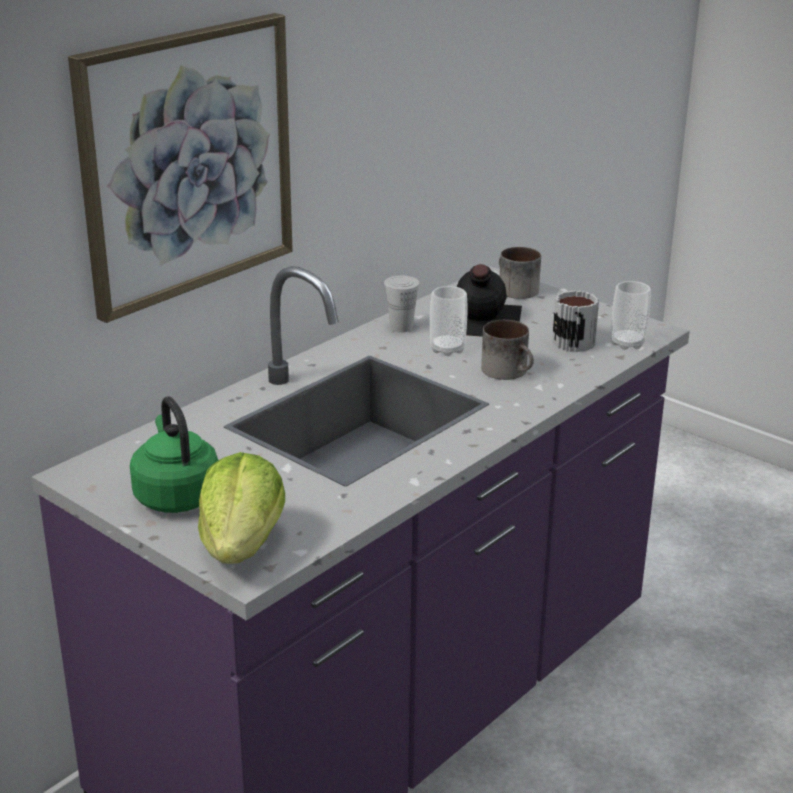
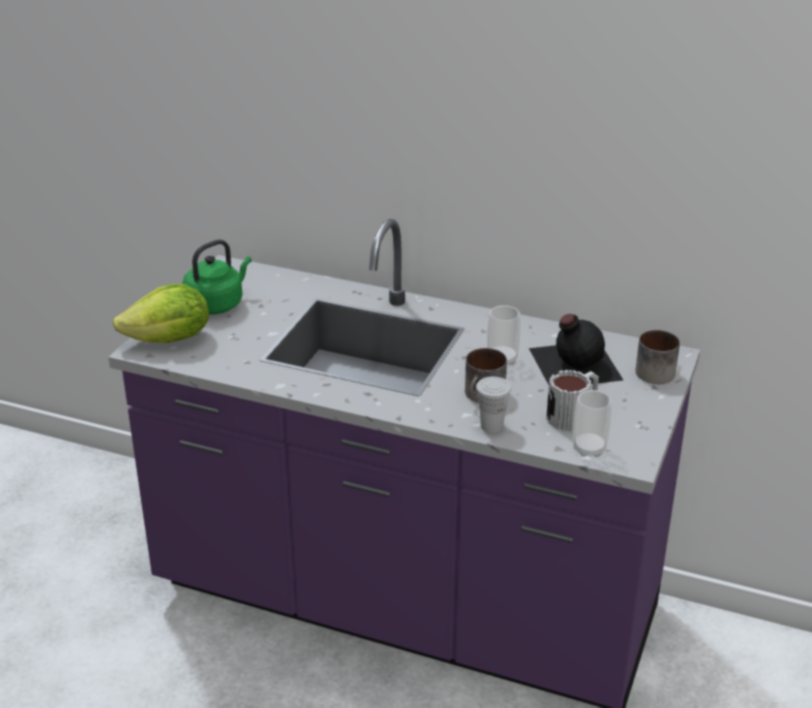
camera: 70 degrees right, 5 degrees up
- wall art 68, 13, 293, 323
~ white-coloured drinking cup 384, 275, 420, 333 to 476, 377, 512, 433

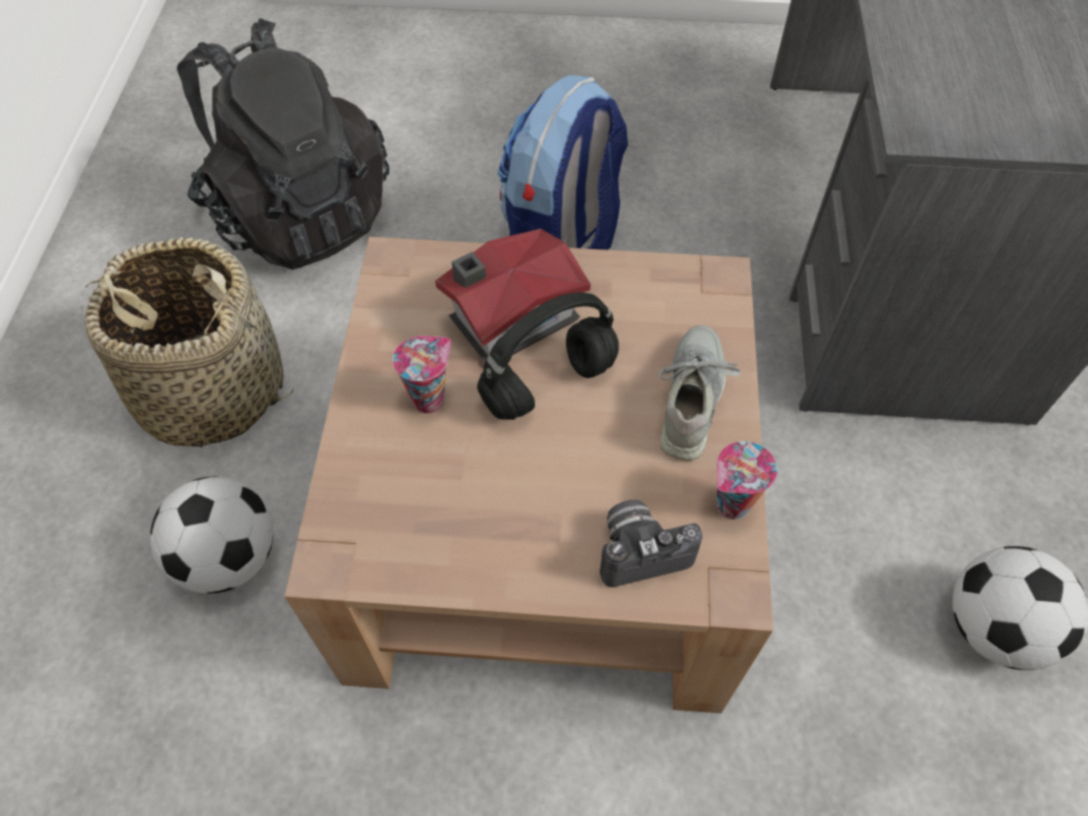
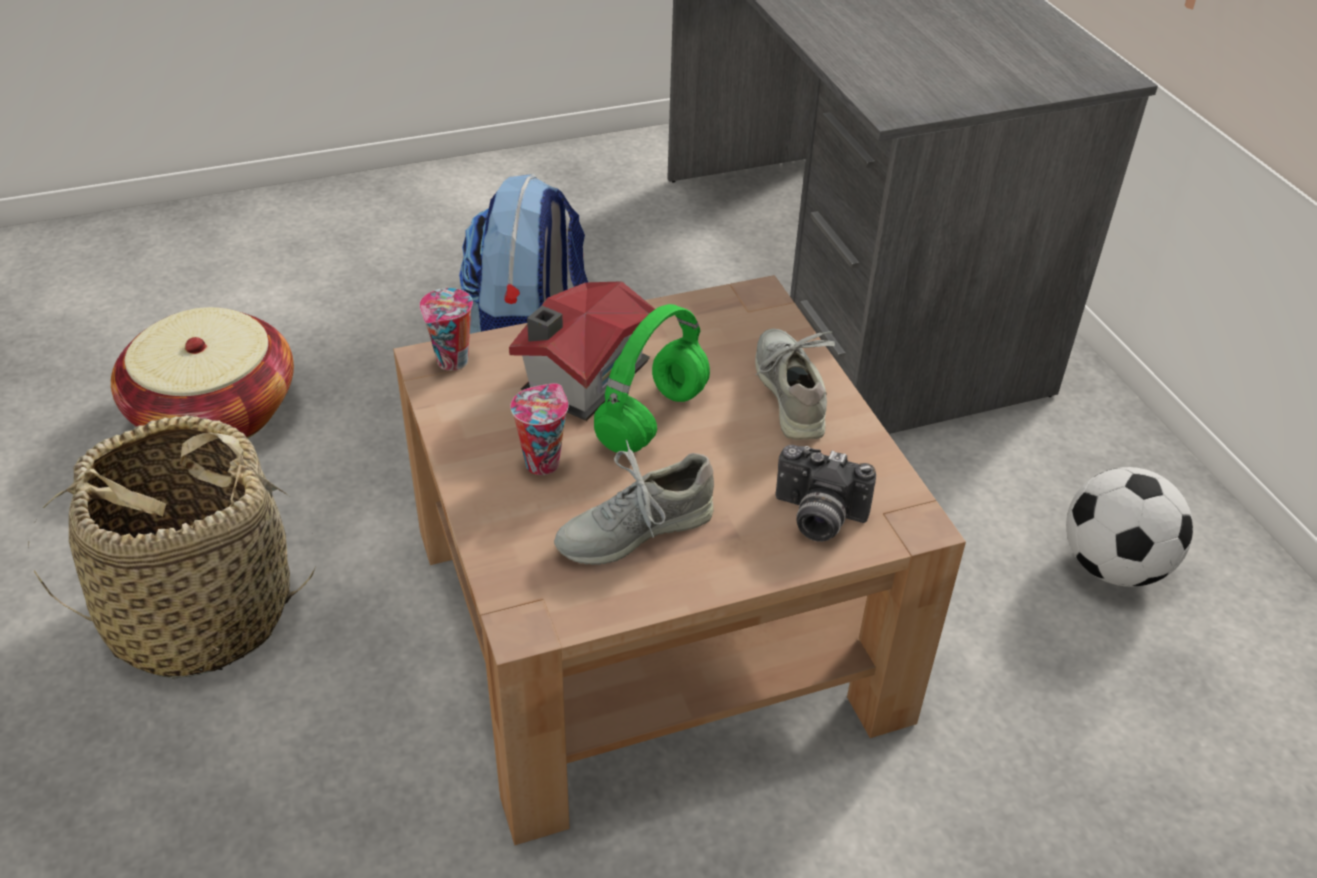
camera: 25 degrees left, 15 degrees down
- ball for football 150, 476, 273, 594
+ gray shoe 554, 440, 714, 565
~ drinking cup 716, 441, 777, 520 to 420, 288, 473, 371
~ black-coloured knapsack 177, 18, 389, 270 to household basket 111, 307, 294, 438
~ black-coloured headphones 477, 292, 619, 420 to green headphones 594, 304, 710, 454
~ photo camera 600, 500, 703, 587 = 776, 445, 876, 542 120 degrees counterclockwise

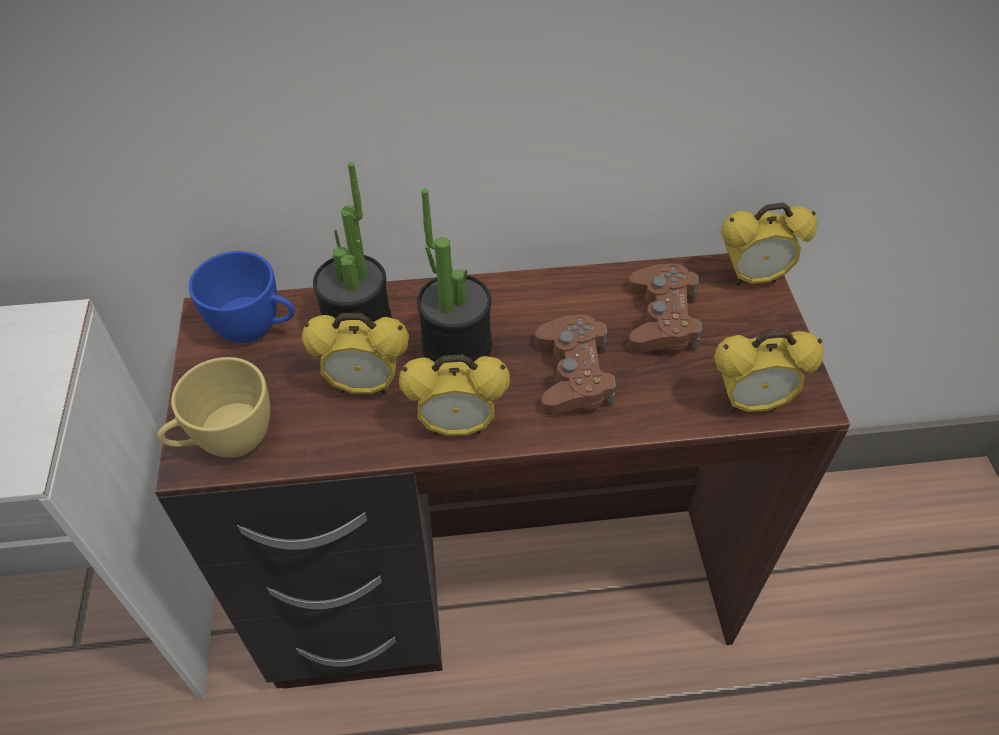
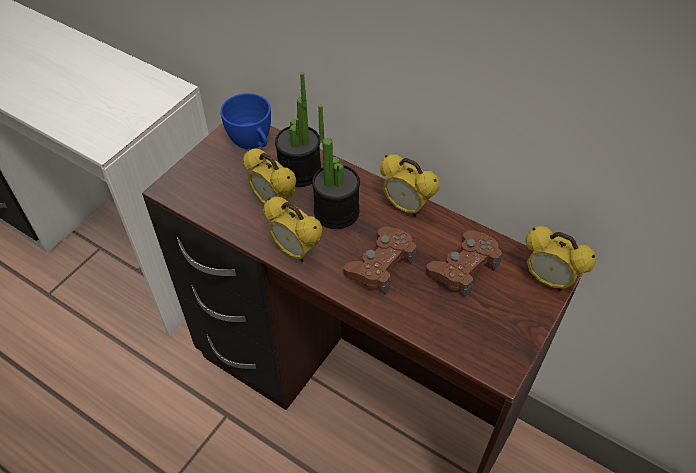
camera: 40 degrees right, 0 degrees up
- yellow drinking cup 157, 357, 270, 458
~ table clock 714, 330, 824, 412 to 380, 154, 440, 217

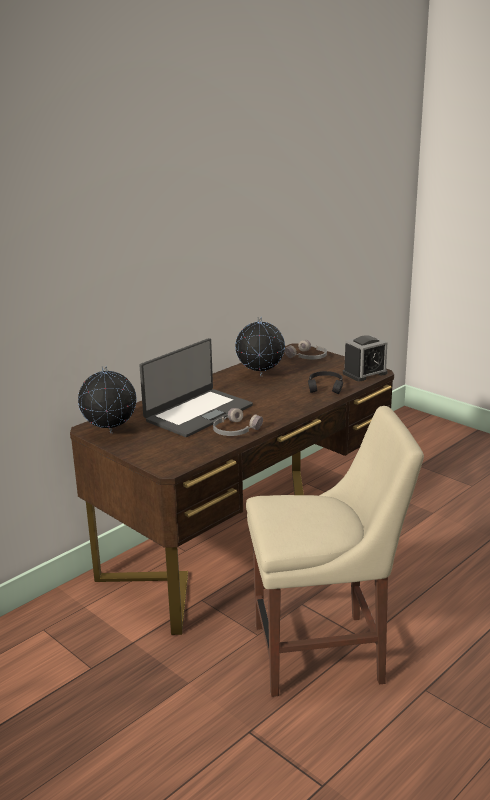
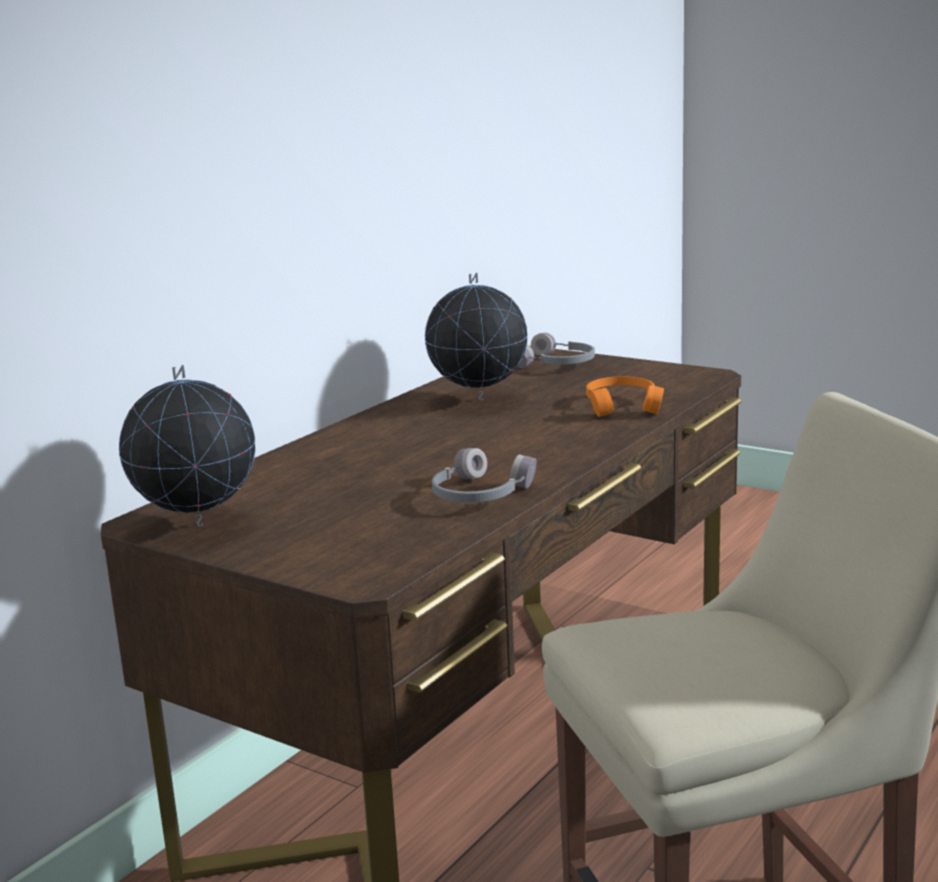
camera: 10 degrees left, 5 degrees down
- laptop 140, 338, 253, 437
- table clock 343, 335, 388, 381
~ black-coloured headphones 308, 371, 343, 394 to orangey headphones 586, 376, 664, 417

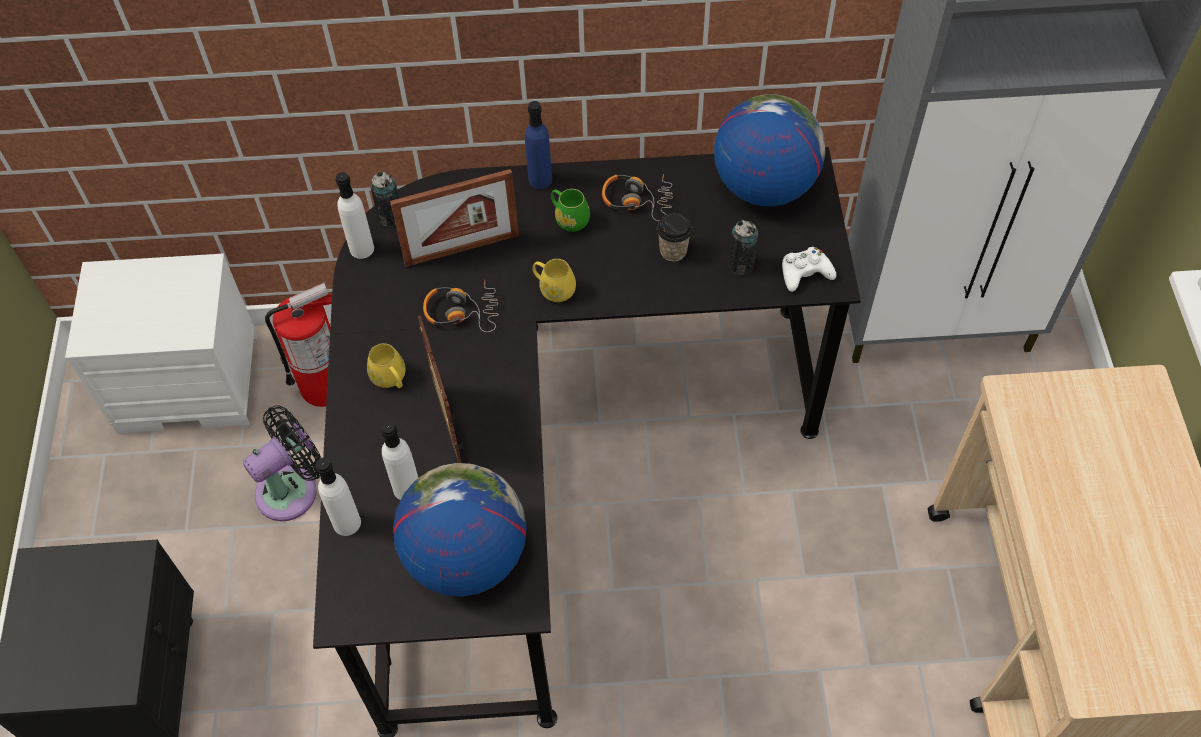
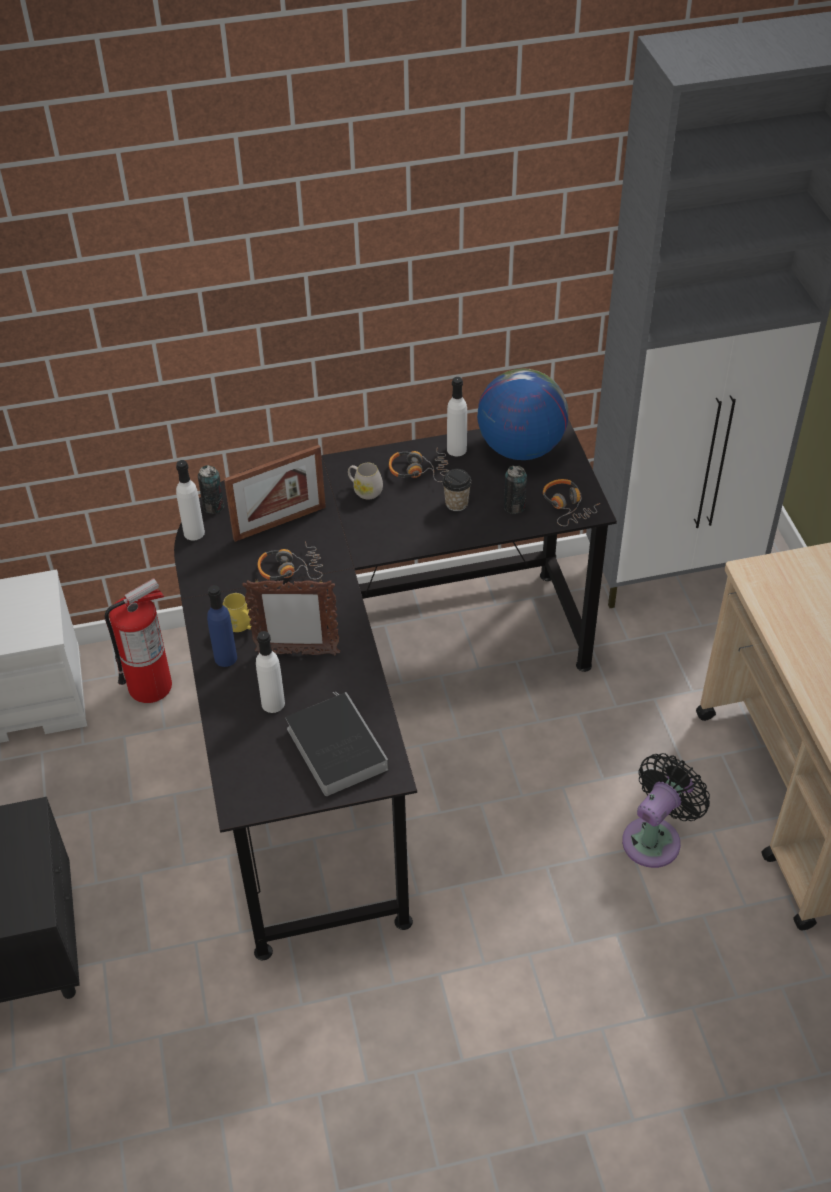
camera: 10 degrees left, 10 degrees down
- yellow mug 532, 259, 576, 302
~ black-coloured fan 243, 406, 321, 521 to 622, 753, 710, 868
~ white-coloured drink bottle 315, 458, 361, 536 to 447, 377, 467, 456
~ blue drink bottle 525, 101, 552, 189 to 207, 585, 237, 667
~ world globe 393, 463, 527, 597 to book 286, 692, 389, 796
~ white-coloured gamepad 782, 247, 836, 292 to headphones 543, 479, 601, 526
~ green mug 551, 189, 590, 232 to white-coloured mug 348, 463, 383, 499
~ standing frame 418, 316, 462, 463 = 242, 580, 340, 655 120 degrees clockwise

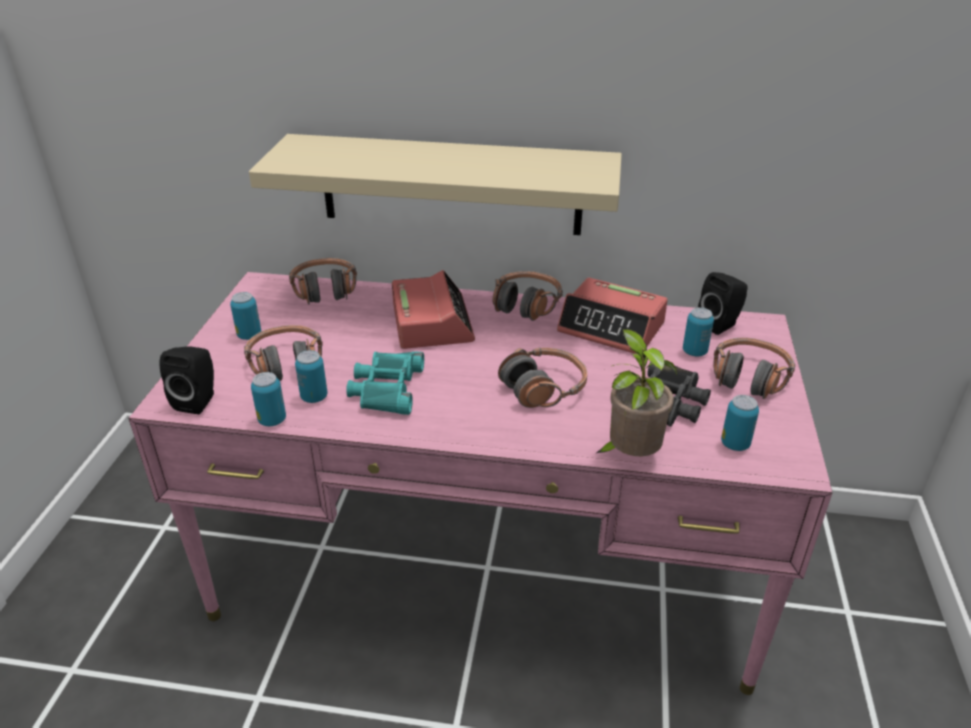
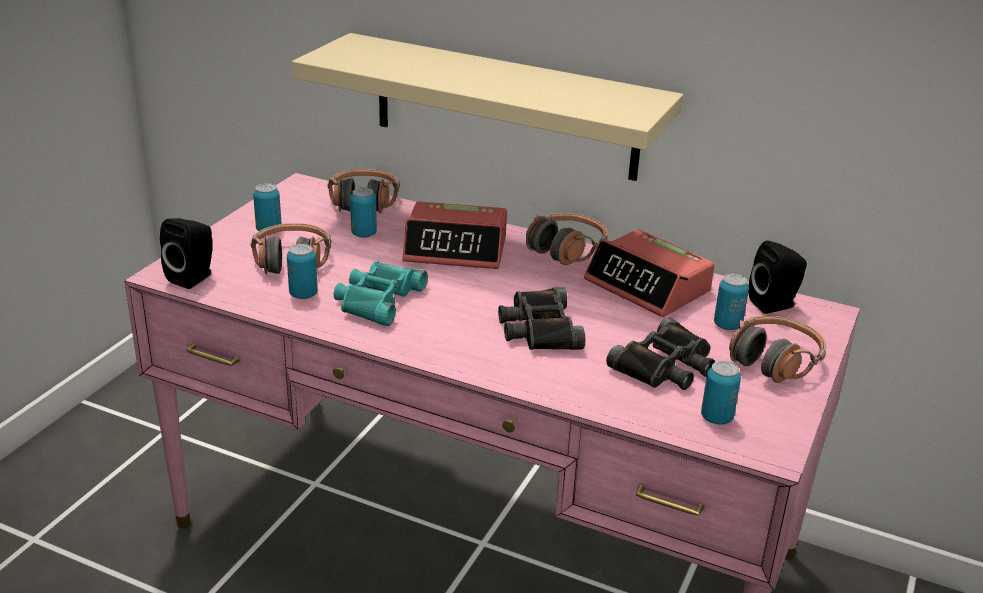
camera: 15 degrees right, 5 degrees down
- potted plant 595, 329, 677, 456
~ sealed can 251, 372, 286, 426 to 350, 187, 377, 238
~ headphones 498, 347, 587, 408 to black-coloured pair of binoculars 498, 287, 585, 350
~ table clock 392, 270, 475, 349 = 403, 201, 507, 269 90 degrees clockwise

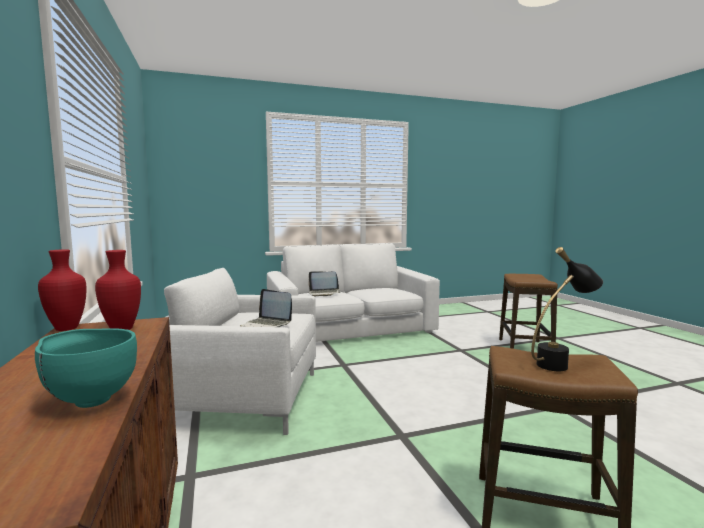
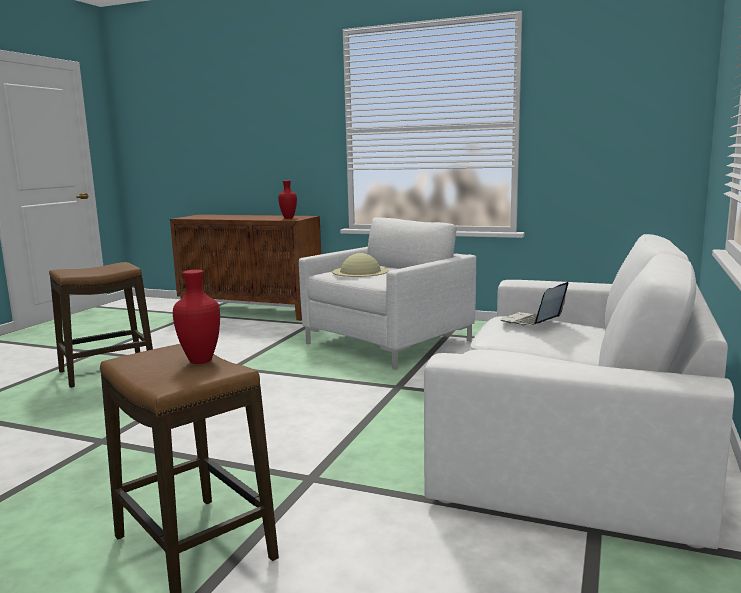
camera: 130 degrees right, 5 degrees up
- turquoise deep dish 35, 328, 137, 408
- black-coloured lamp for a table 531, 247, 603, 371
~ red decorative vase 38, 249, 86, 331 to 173, 270, 220, 364
~ laptop 240, 289, 292, 327 to sand-coloured hat 332, 253, 389, 277

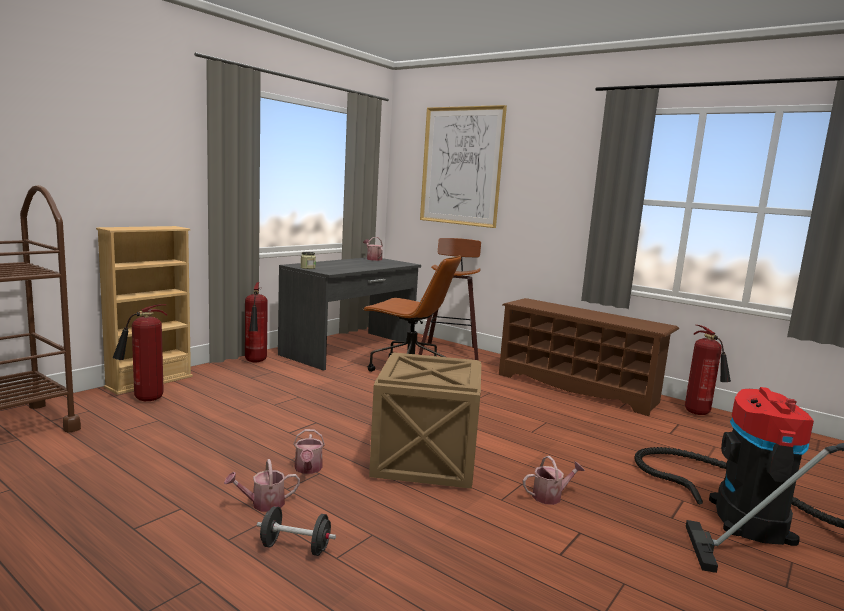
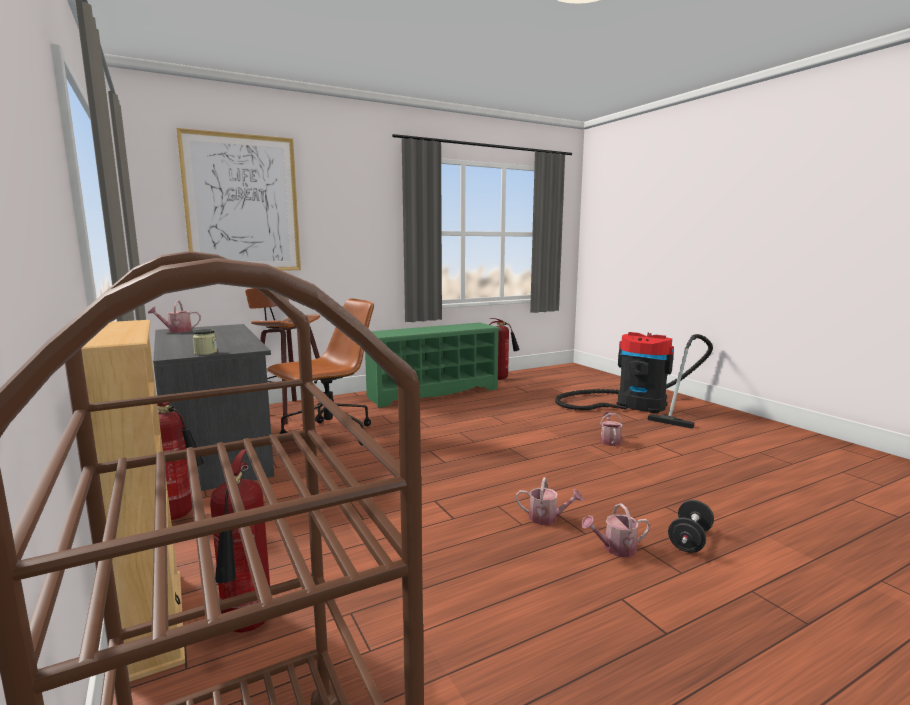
camera: 65 degrees left, 0 degrees up
- crate 369, 352, 481, 489
~ brown-coloured shoe stand 499, 298, 679, 416 to green shoe stand 365, 322, 501, 408
~ sprinkling can 224, 459, 300, 512 = 581, 503, 650, 557 75 degrees clockwise

